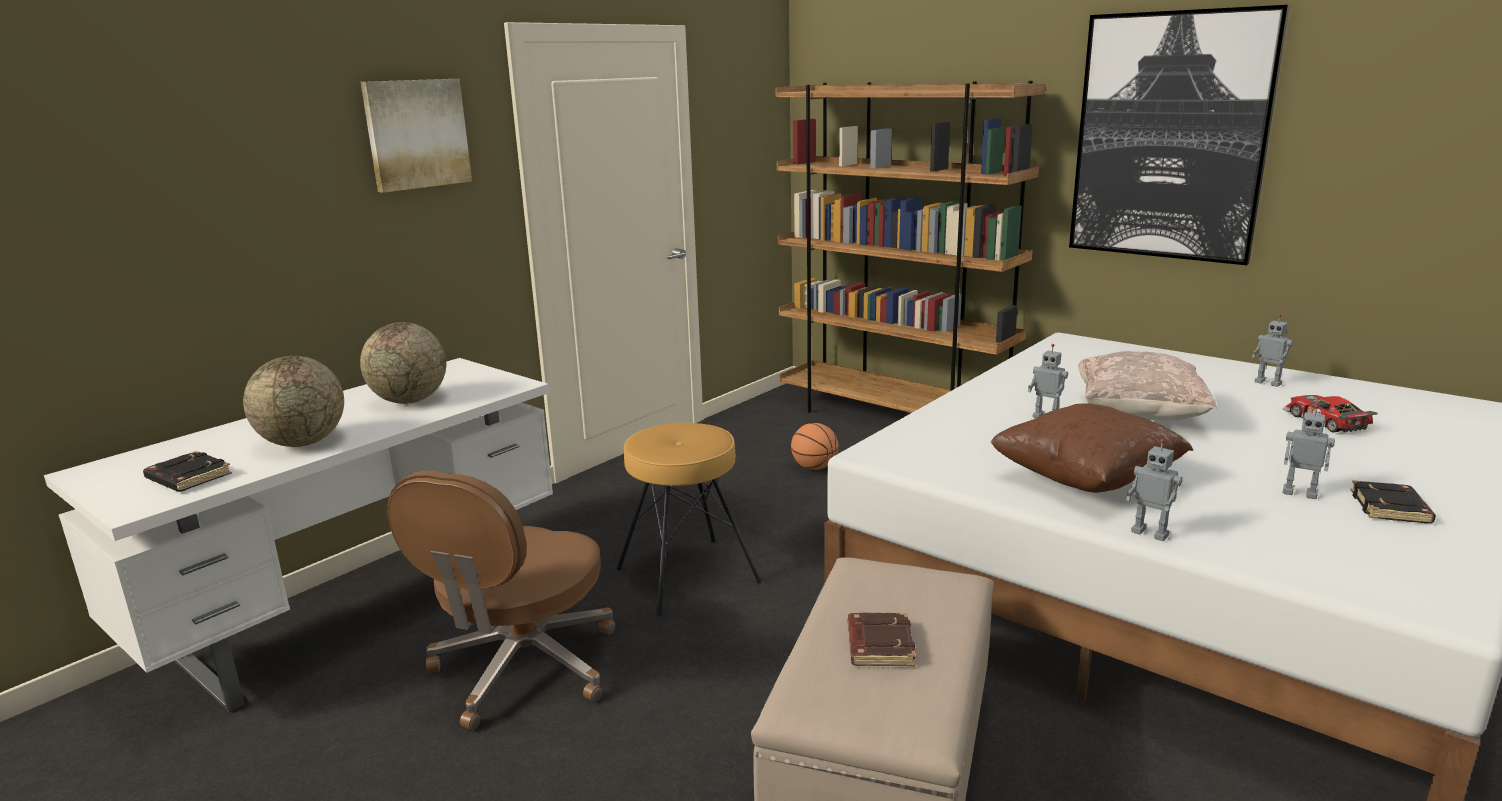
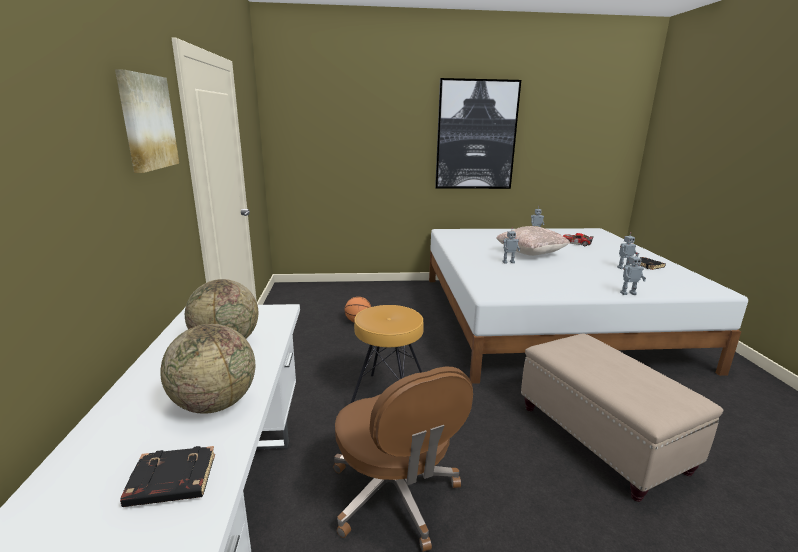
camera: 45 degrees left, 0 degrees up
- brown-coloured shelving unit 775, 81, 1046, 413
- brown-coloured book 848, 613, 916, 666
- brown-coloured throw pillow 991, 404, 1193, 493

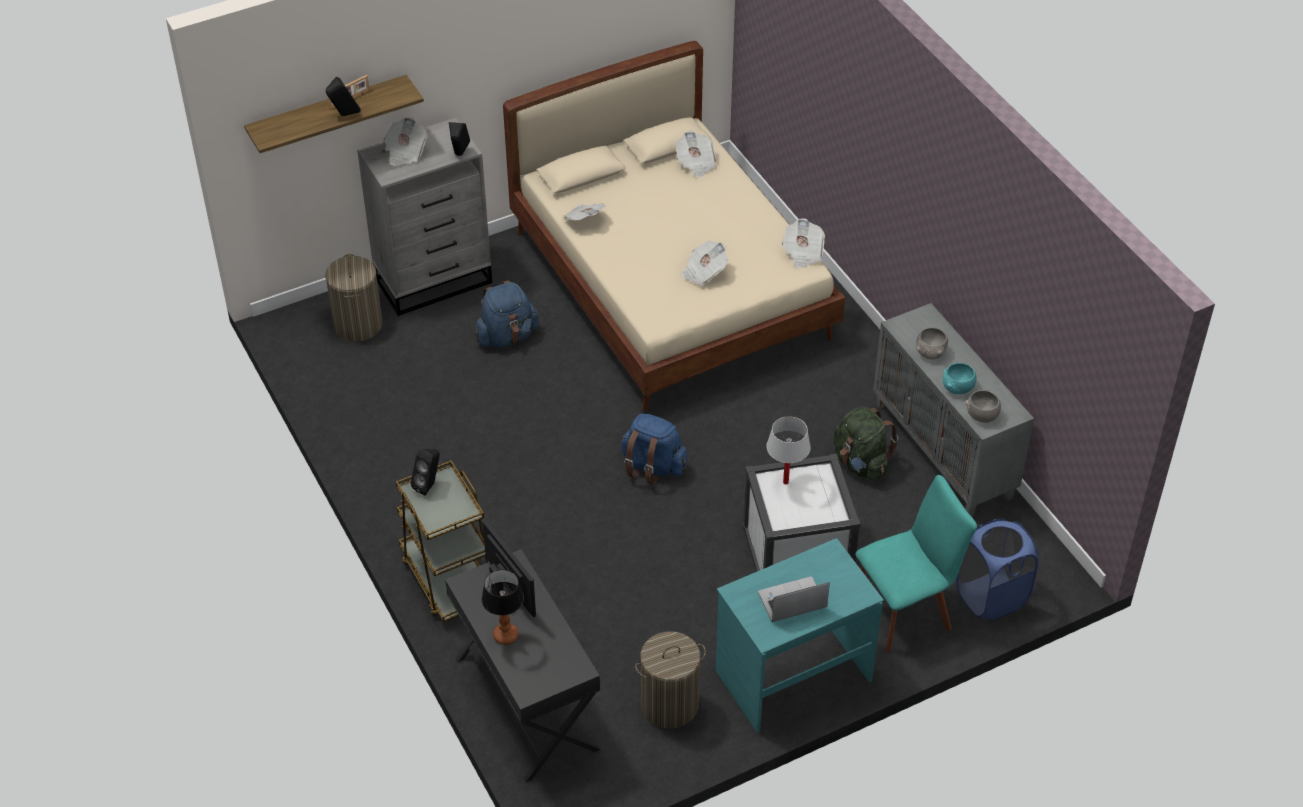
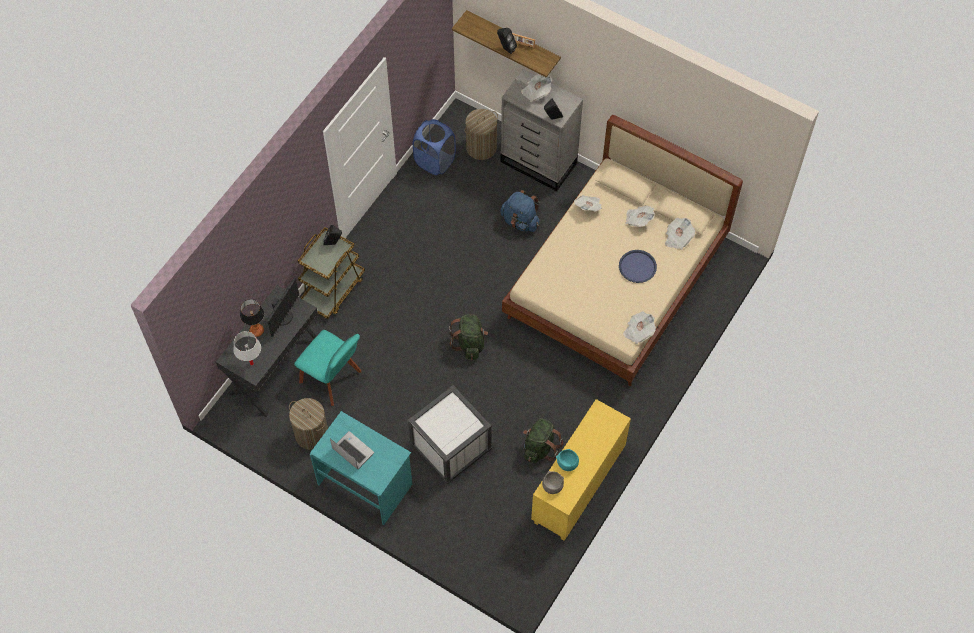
camera: 60 degrees right, 15 degrees up
- gray deep dish 916, 327, 948, 359
+ blue serving tray 619, 250, 657, 283
~ printed paper 681, 241, 728, 286 to 625, 205, 655, 227
~ white-coloured lamp for a table 766, 416, 811, 485 to 233, 331, 261, 365
~ turquoise chair 855, 475, 977, 652 to 294, 330, 361, 406
~ blue hamper 956, 519, 1038, 620 to 413, 119, 456, 175
~ blue knapsack 621, 414, 688, 485 to green knapsack 449, 314, 488, 360
~ gray storage cabinet 873, 303, 1034, 516 to yellow storage cabinet 531, 399, 631, 541

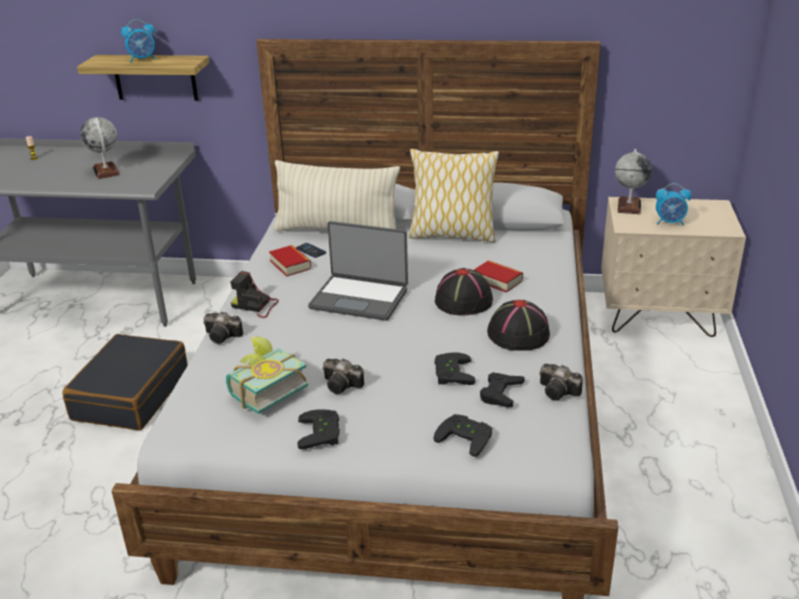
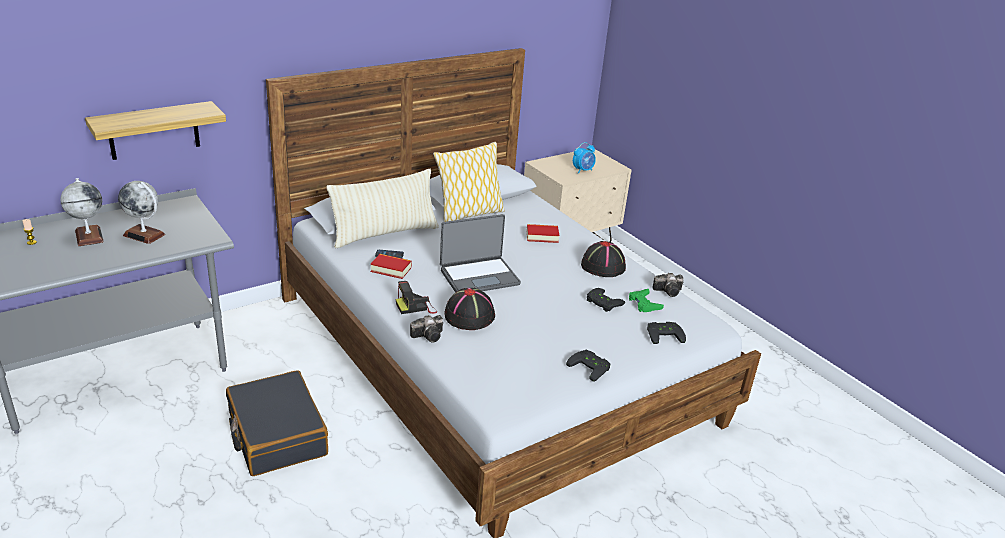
camera: 45 degrees left, 0 degrees up
- table clock 121, 19, 156, 63
- book 226, 337, 308, 414
- photo camera 323, 359, 364, 394
~ black-coloured hat 435, 268, 493, 316 to 444, 288, 495, 330
~ world globe 615, 149, 652, 214 to 60, 178, 104, 246
~ black-coloured gamepad 480, 372, 525, 408 to green gamepad 629, 289, 664, 312

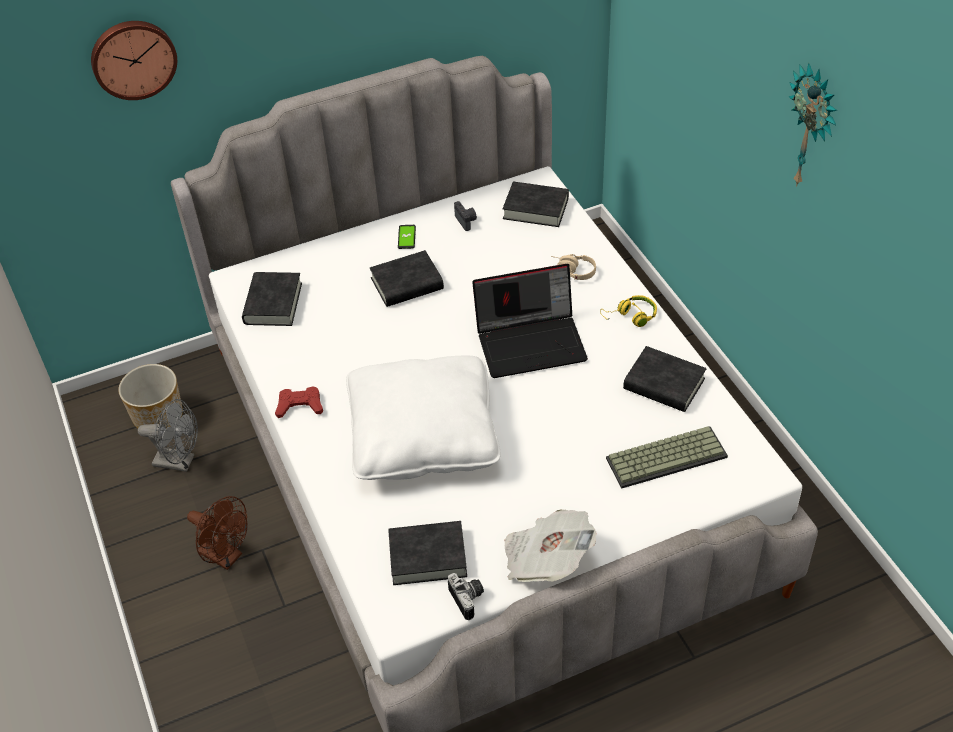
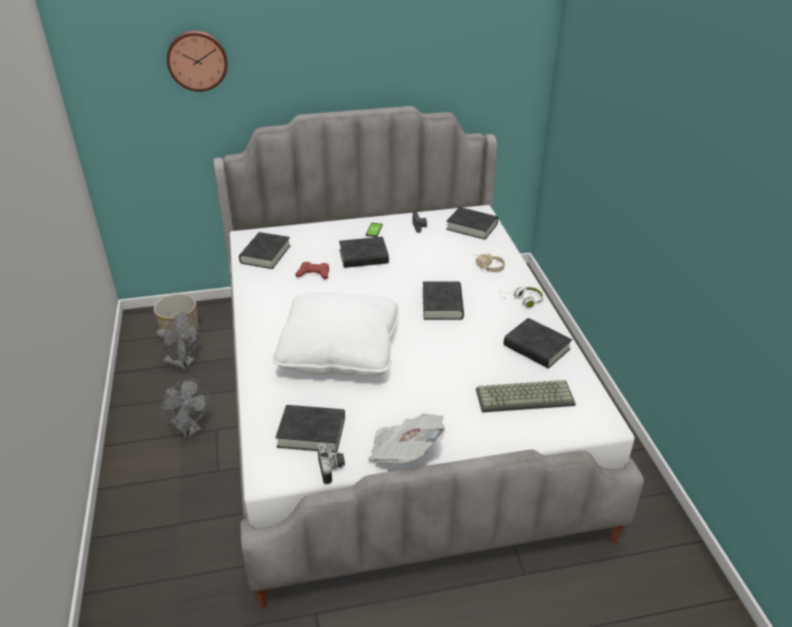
camera: 10 degrees right, 10 degrees down
- wall clock 789, 63, 837, 187
~ red gamepad 275, 386, 323, 418 to 295, 262, 329, 279
~ laptop 472, 264, 588, 378 to black-coloured book 423, 281, 464, 320
~ brown-coloured fan 187, 496, 247, 570 to gray fan 161, 379, 209, 438
~ yellow headphones 600, 295, 657, 327 to white-coloured headphones 499, 286, 544, 308

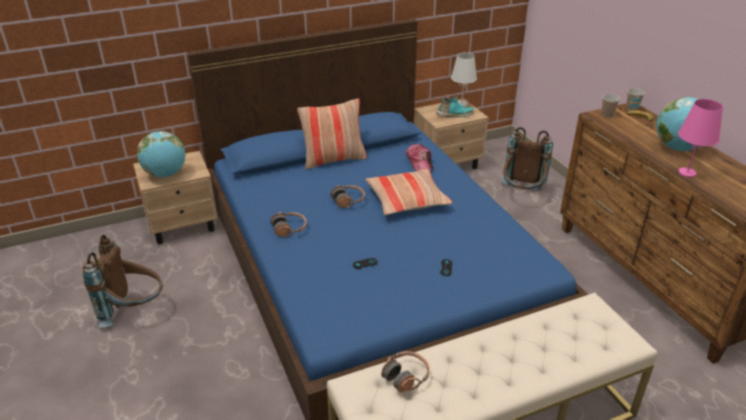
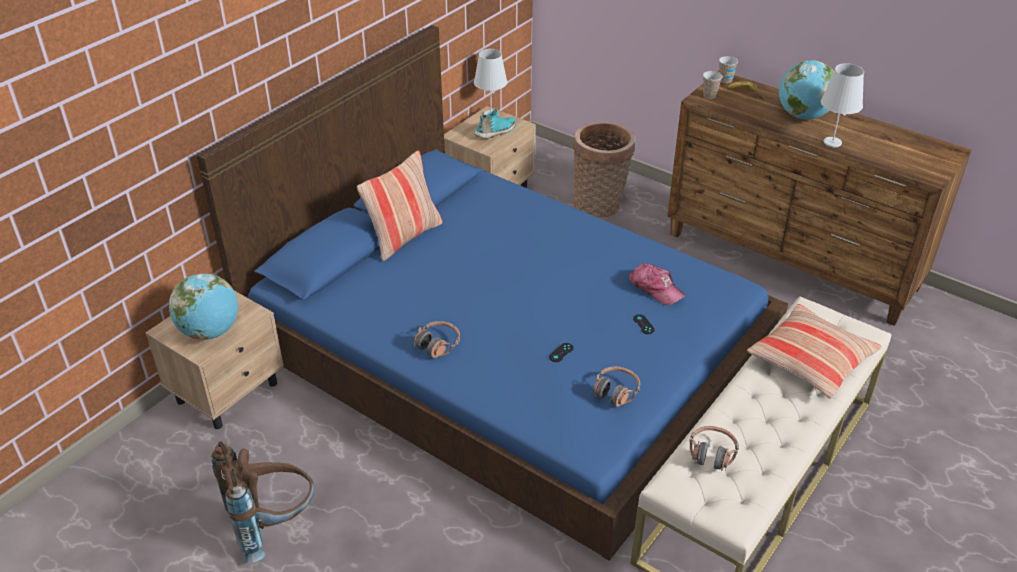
camera: 30 degrees left, 5 degrees up
~ headphones 330, 185, 365, 208 to 593, 367, 640, 407
~ throw pillow 366, 169, 453, 215 to 747, 304, 881, 399
~ peaked cap 406, 144, 434, 171 to 629, 263, 686, 305
~ brown-coloured knapsack 501, 127, 553, 191 to household basket 573, 121, 635, 219
~ pink lamp for a table 678, 99, 723, 177 to white-coloured lamp for a table 821, 63, 864, 147

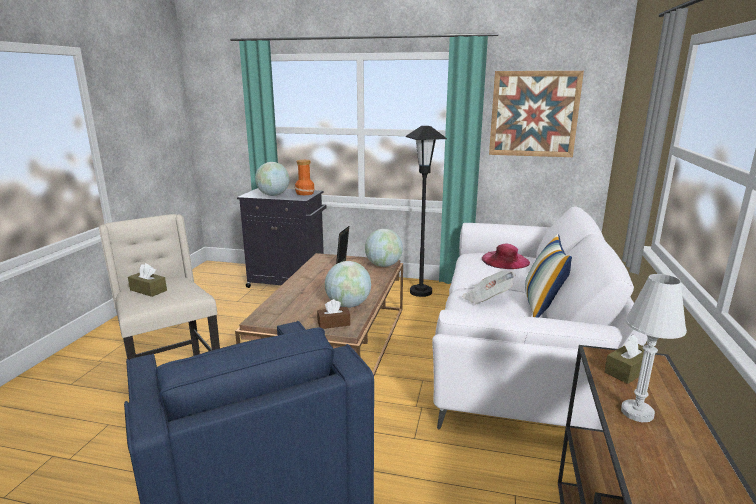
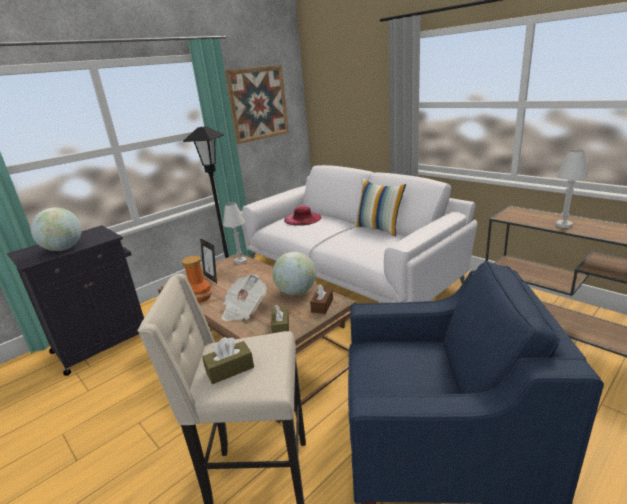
camera: 55 degrees left, 5 degrees up
~ decorative vase 295, 160, 315, 195 to 182, 256, 212, 303
~ printed paper 462, 271, 516, 304 to 221, 274, 267, 321
~ brown-coloured tissue box 604, 334, 644, 384 to 271, 305, 289, 333
~ world globe 365, 229, 403, 267 to white-coloured lamp for a table 223, 202, 247, 264

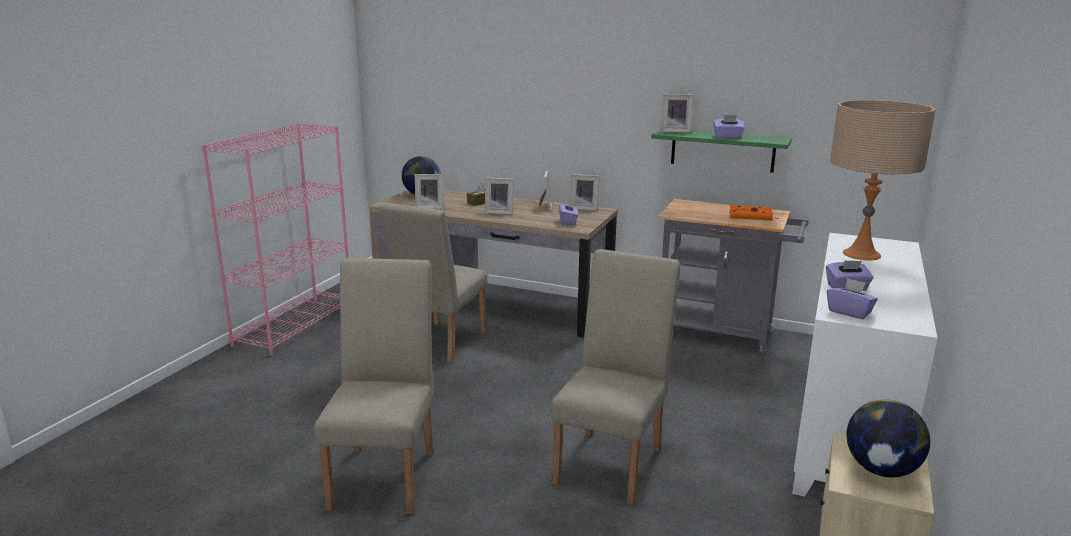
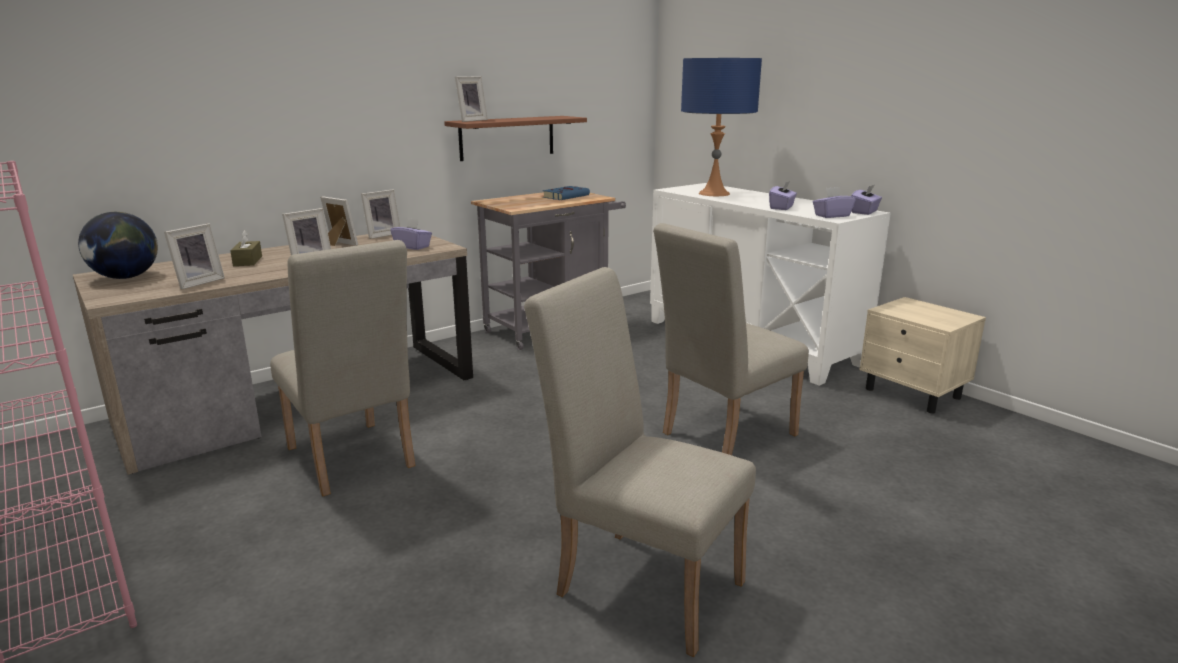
camera: 60 degrees left, 0 degrees up
- world globe 846, 399, 930, 477
~ purple-coloured tissue box 713, 115, 745, 139 to 851, 185, 882, 215
~ green shelf 651, 129, 792, 173 to brown-coloured shelf 444, 116, 587, 161
~ orangey book 729, 205, 779, 220 to blue book 543, 186, 590, 200
~ sand-coloured lamp for a table 830, 100, 936, 261 to blue lamp for a table 681, 58, 762, 196
~ sand-coloured chair 551, 249, 681, 505 = 653, 223, 809, 455 90 degrees counterclockwise

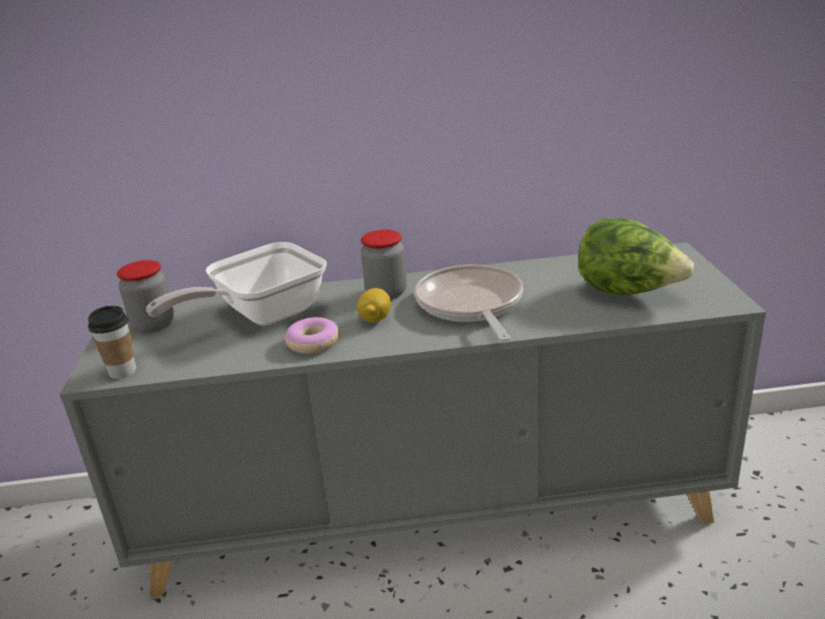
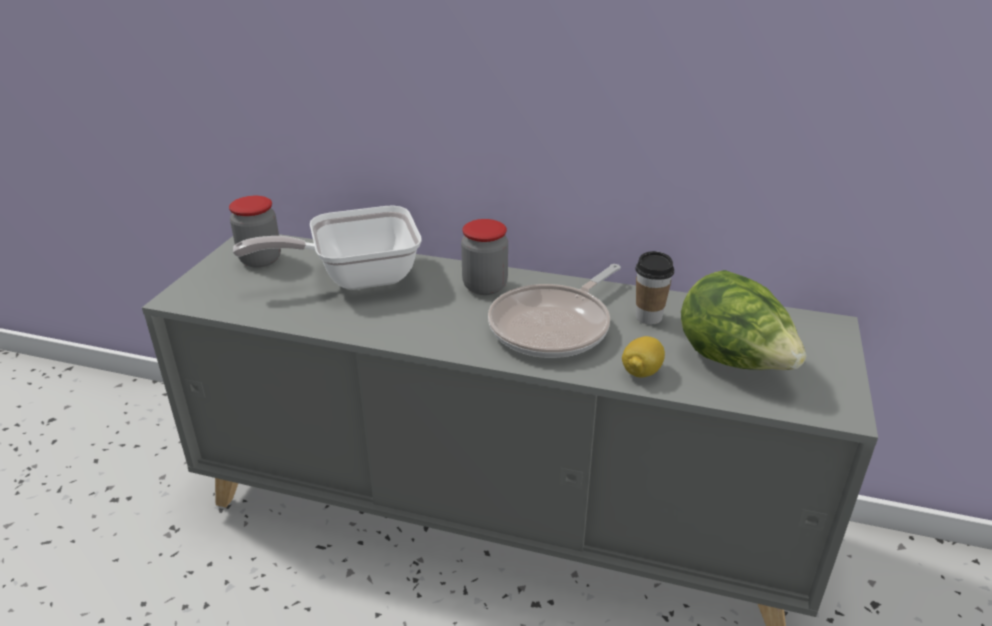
camera: 20 degrees right, 5 degrees up
- donut 284, 317, 339, 354
~ drinking cup 88, 306, 136, 379 to 635, 251, 674, 325
~ citrus fruit 357, 288, 391, 322 to 622, 336, 665, 378
~ frying pan 415, 264, 523, 341 = 488, 264, 621, 358 150 degrees counterclockwise

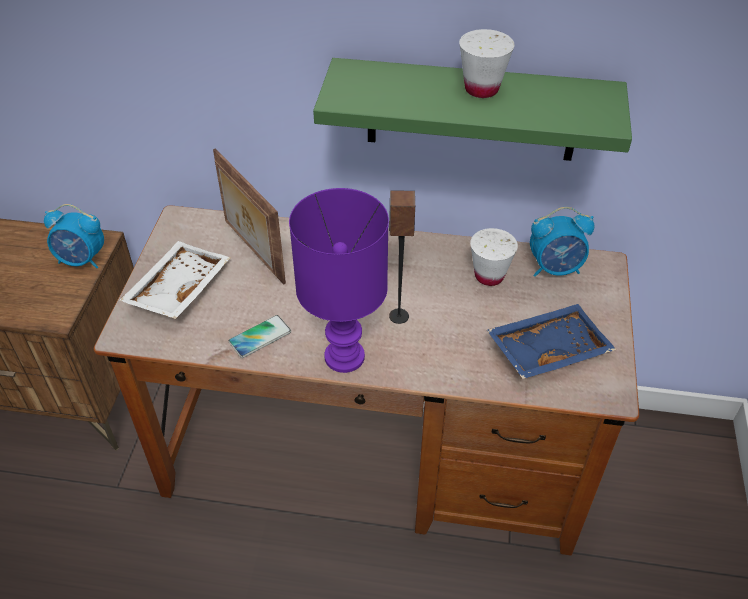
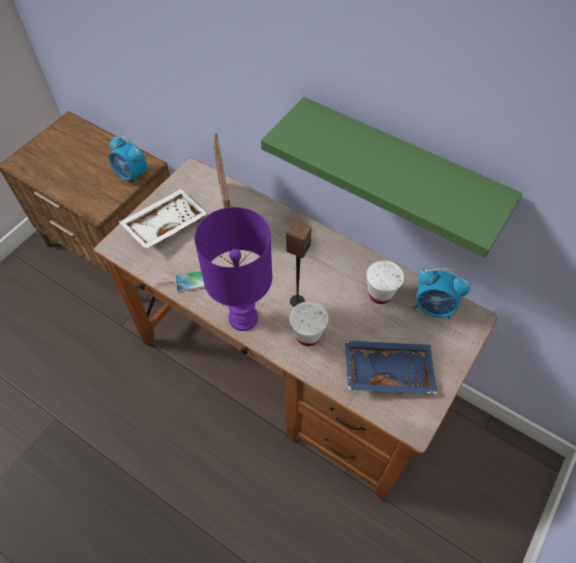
camera: 25 degrees right, 10 degrees up
~ white-coloured drinking cup 459, 29, 515, 98 to 289, 302, 329, 346

